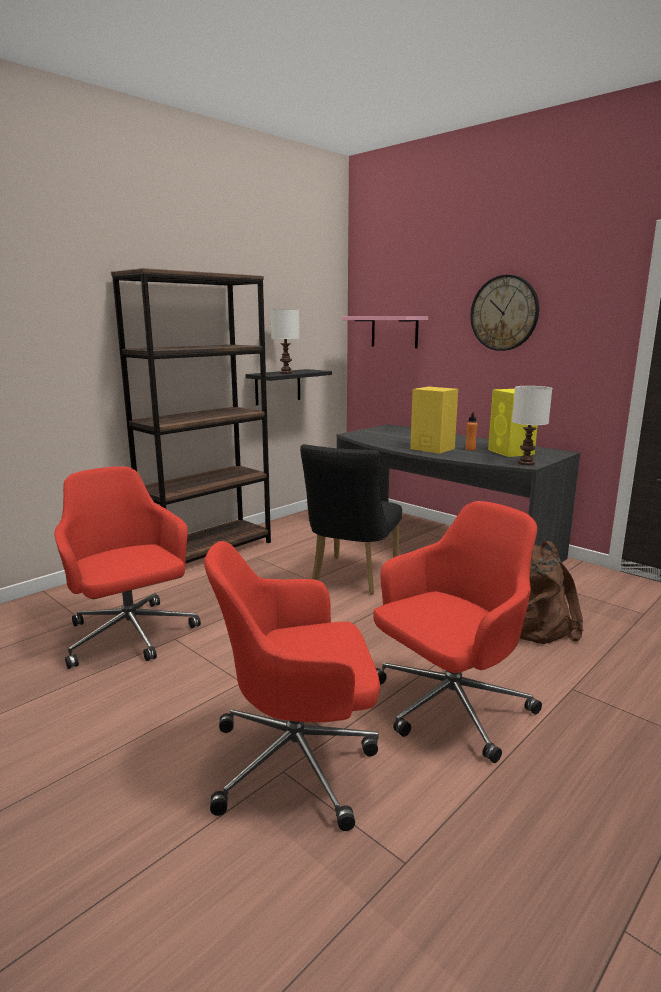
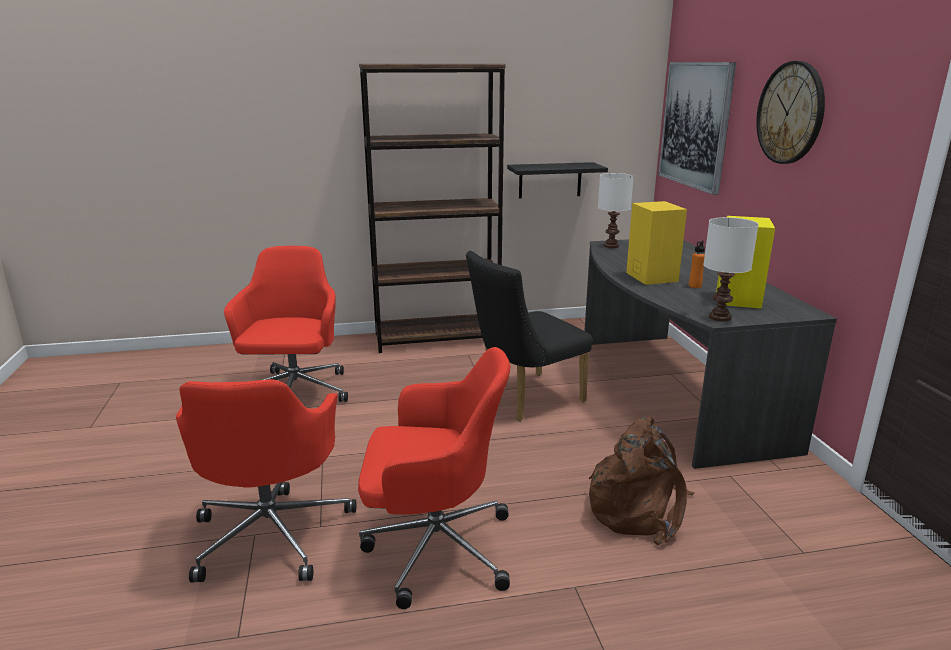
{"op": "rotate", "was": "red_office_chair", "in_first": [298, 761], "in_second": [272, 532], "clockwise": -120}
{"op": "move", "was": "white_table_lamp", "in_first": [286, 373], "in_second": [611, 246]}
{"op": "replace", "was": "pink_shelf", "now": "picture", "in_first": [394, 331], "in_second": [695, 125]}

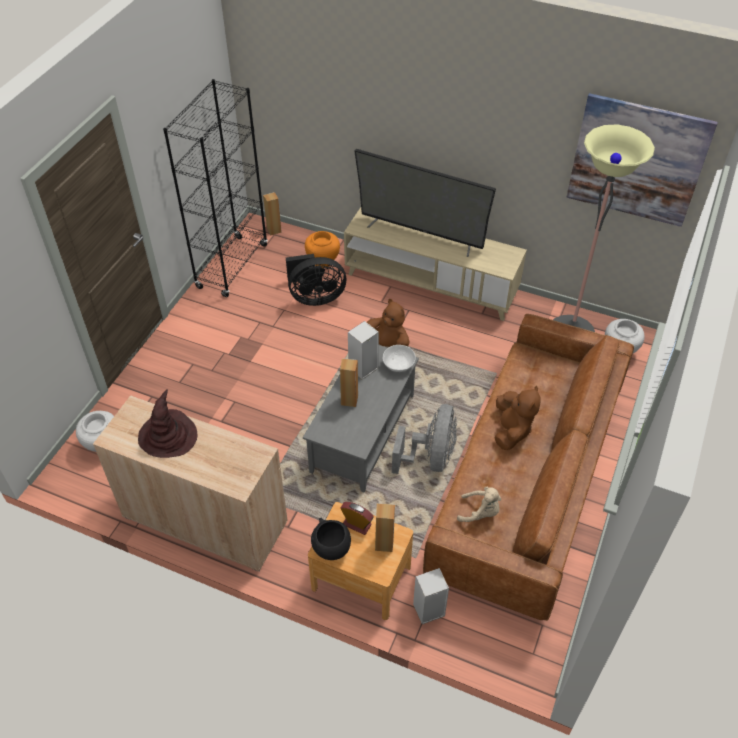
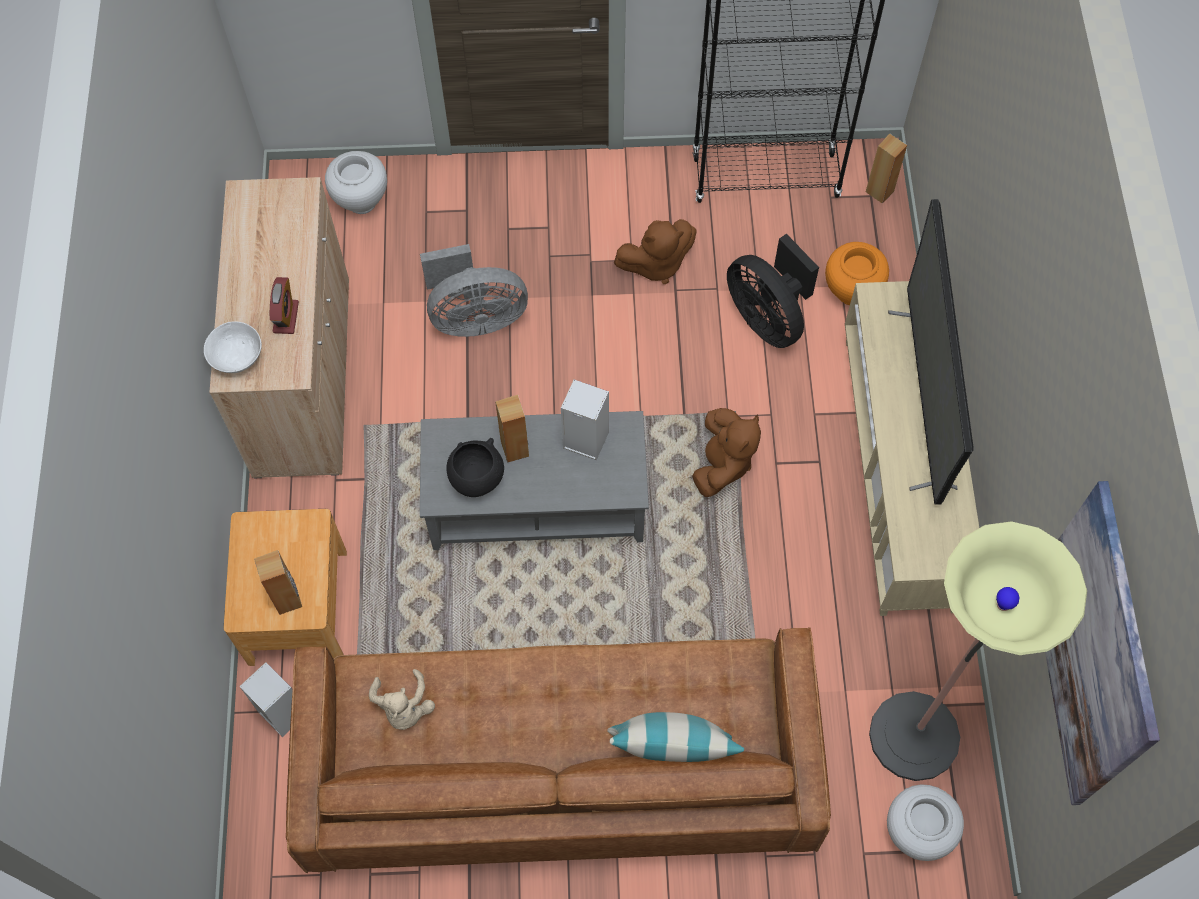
{"op": "delete", "was": "brown_hat", "in_first": [168, 436]}
{"op": "move", "was": "black_bowl", "in_first": [331, 549], "in_second": [476, 479]}
{"op": "move", "was": "alarm_clock", "in_first": [357, 524], "in_second": [286, 317]}
{"op": "move", "was": "white_bowl", "in_first": [399, 365], "in_second": [237, 357]}
{"op": "move", "was": "grey_fan", "in_first": [430, 458], "in_second": [475, 318]}
{"op": "move", "was": "brown_plush_toy", "in_first": [511, 430], "in_second": [655, 264]}
{"op": "insert", "now": "pillow", "in_second": [670, 752]}

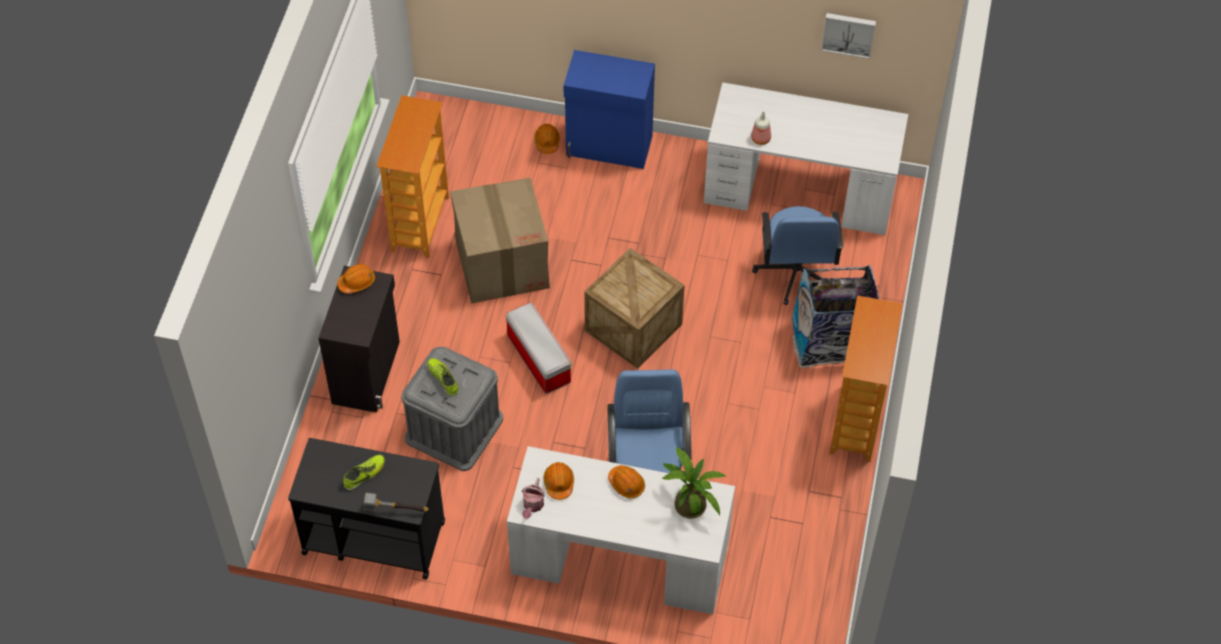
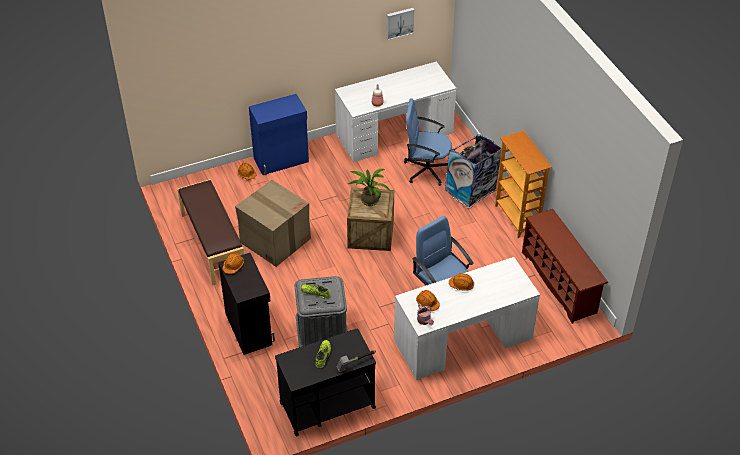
{"op": "replace", "was": "bookcase", "now": "brown_bench", "in_first": [419, 223], "in_second": [212, 244]}
{"op": "delete", "was": "storage_box", "in_first": [538, 358]}
{"op": "move", "was": "potted_plant", "in_first": [690, 502], "in_second": [368, 199]}
{"op": "rotate", "was": "blue_office_chair", "in_first": [795, 272], "in_second": [426, 170], "clockwise": 135}
{"op": "insert", "now": "brown_shoe_rack", "in_second": [560, 282]}

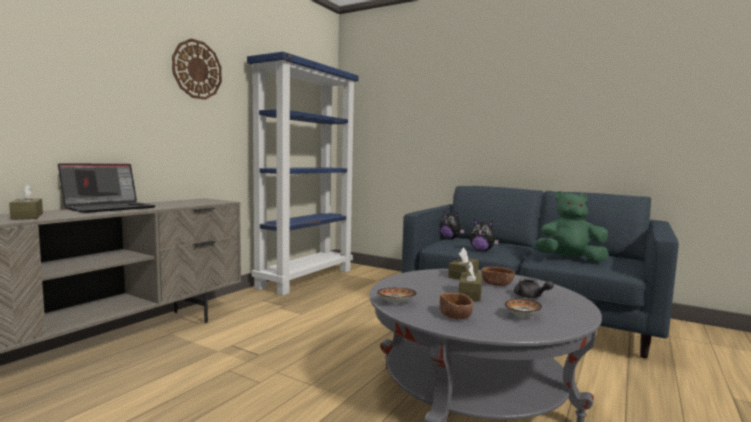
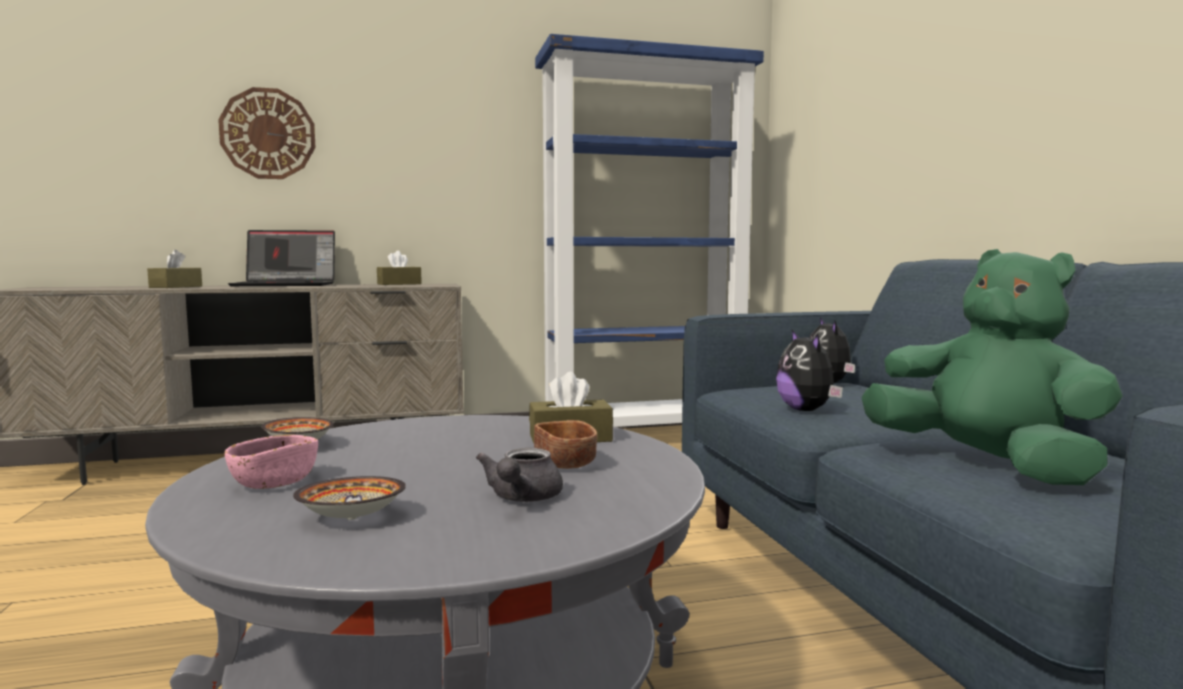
{"op": "move", "was": "wall_clock", "in_first": [197, 69], "in_second": [268, 134]}
{"op": "recolor", "was": "brown_bowl", "now": "pink_bowl", "in_first": [455, 316], "in_second": [274, 482]}
{"op": "move", "was": "brown_tissue_box", "in_first": [470, 294], "in_second": [399, 284]}

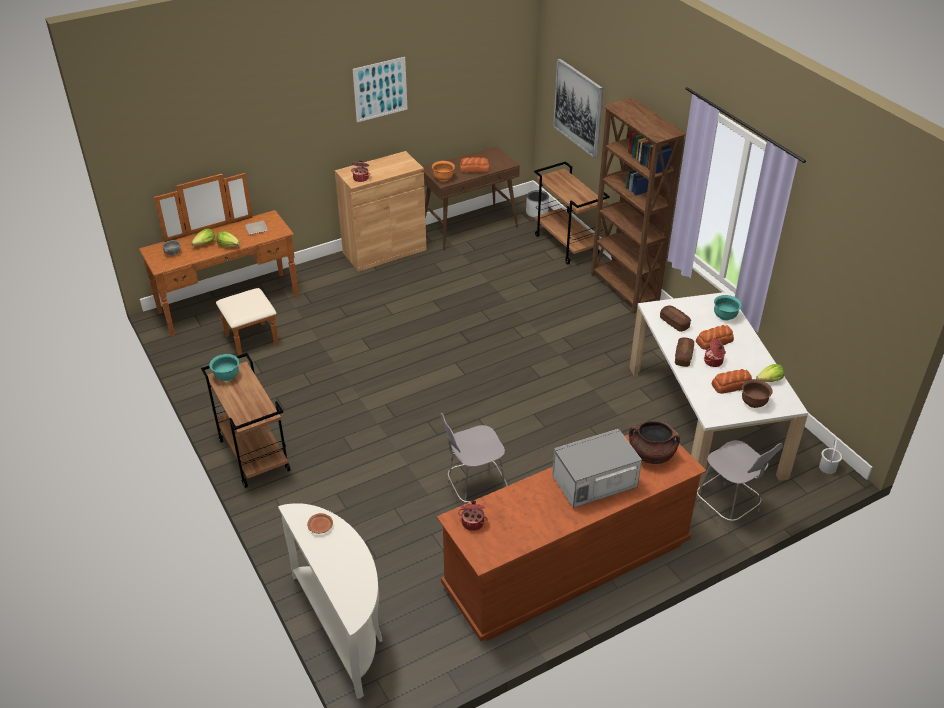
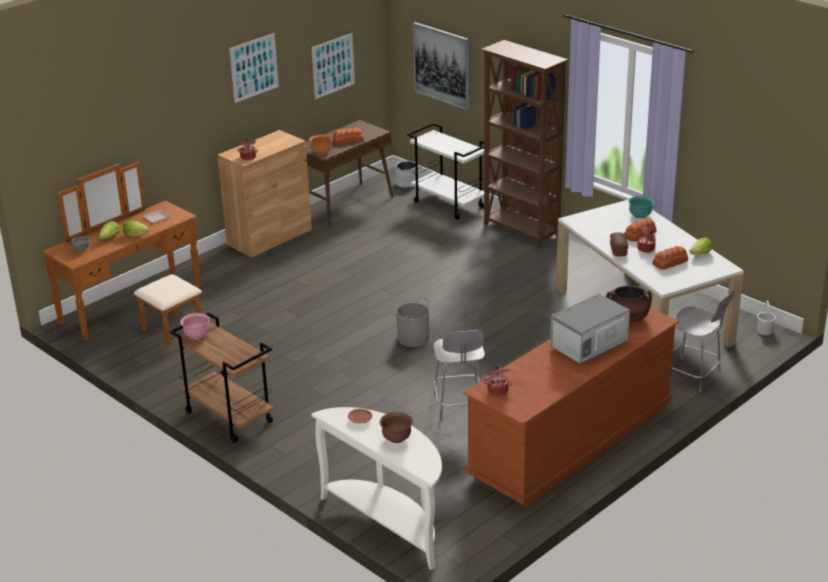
{"op": "recolor", "was": "turquoise_bowl", "now": "pink_bowl", "in_first": [227, 376], "in_second": [196, 335]}
{"op": "rotate", "was": "grey_chair", "in_first": [474, 492], "in_second": [459, 405], "clockwise": -60}
{"op": "recolor", "was": "brown_cart", "now": "white_cart", "in_first": [567, 245], "in_second": [449, 204]}
{"op": "delete", "was": "bread", "in_first": [674, 323]}
{"op": "move", "was": "brown_bowl", "in_first": [753, 403], "in_second": [396, 438]}
{"op": "insert", "now": "picture", "in_second": [333, 66]}
{"op": "insert", "now": "grey_bucket", "in_second": [413, 338]}

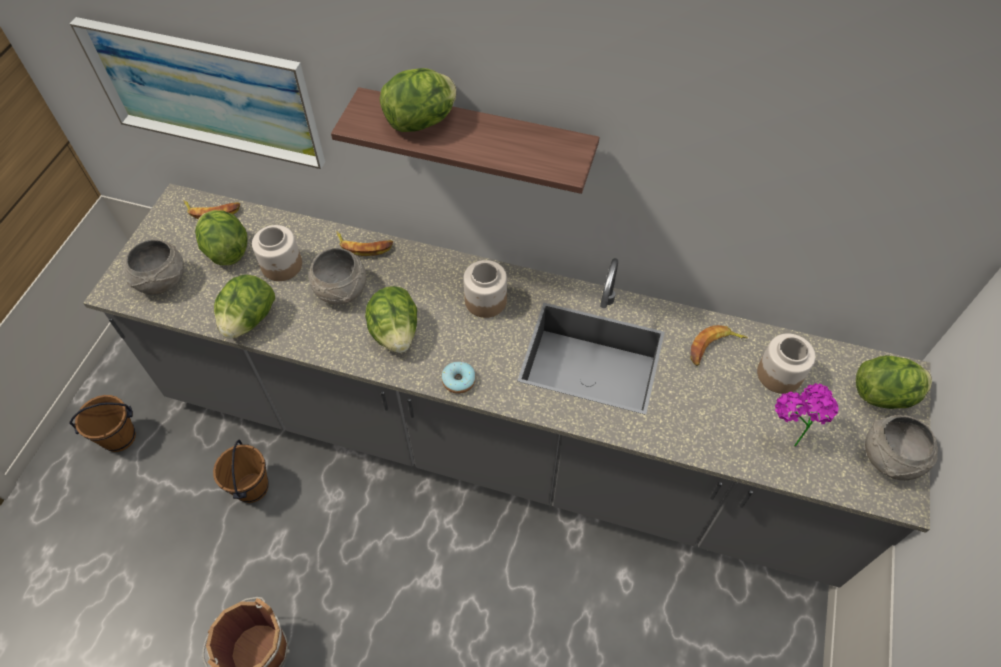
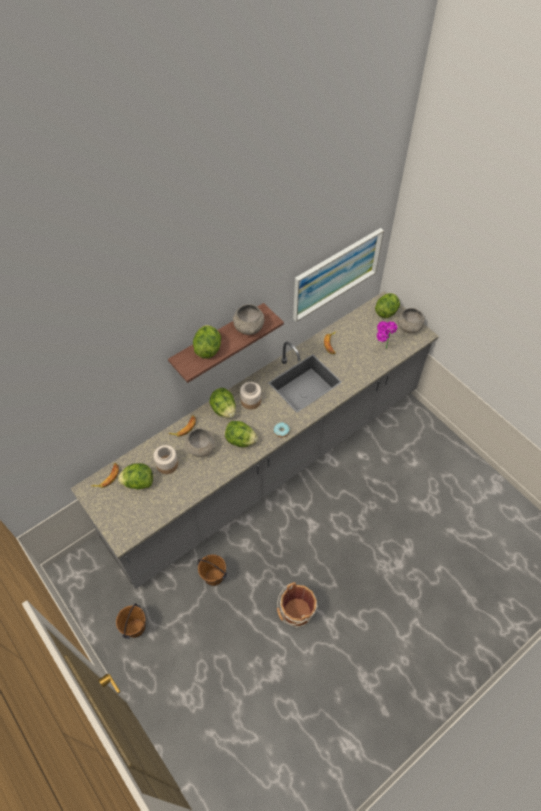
{"op": "move", "was": "picture", "in_first": [205, 92], "in_second": [336, 273]}
{"op": "move", "was": "grey_bowl", "in_first": [161, 281], "in_second": [249, 328]}
{"op": "move", "was": "lettuce", "in_first": [249, 320], "in_second": [224, 410]}
{"op": "delete", "was": "jar", "in_first": [779, 374]}

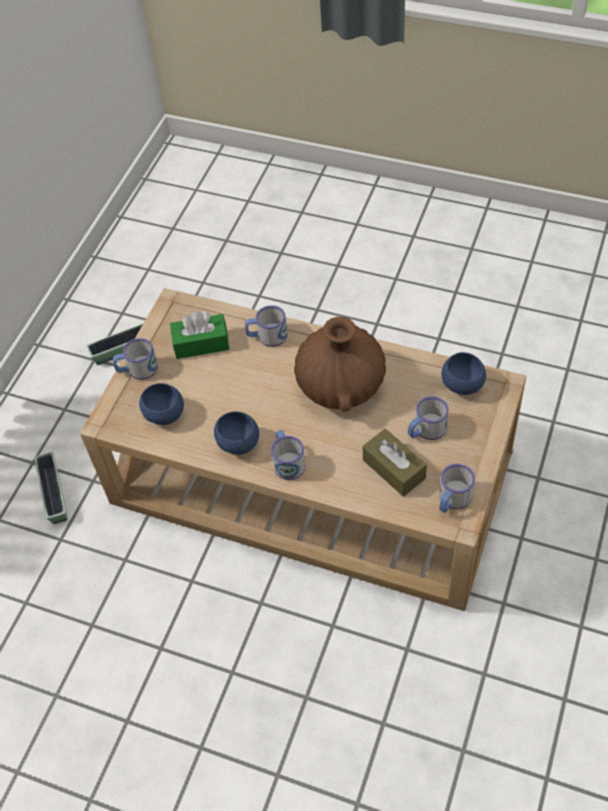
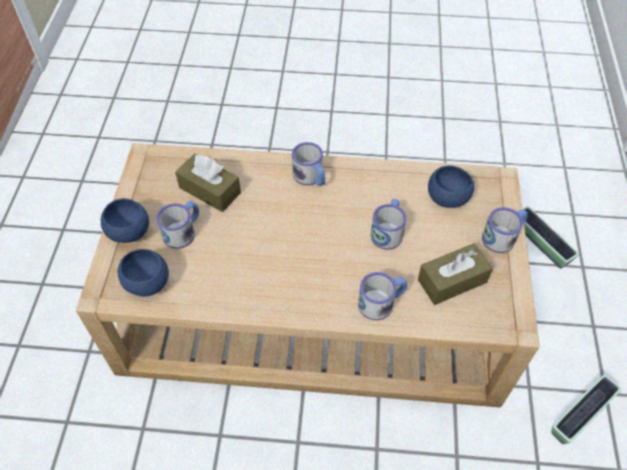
{"op": "recolor", "was": "green_tissue_box", "now": "brown_tissue_box", "in_first": [201, 343], "in_second": [452, 281]}
{"op": "move", "was": "blue_bowl", "in_first": [238, 443], "in_second": [129, 232]}
{"op": "delete", "was": "brown_vase", "in_first": [341, 385]}
{"op": "move", "was": "mug", "in_first": [452, 499], "in_second": [388, 231]}

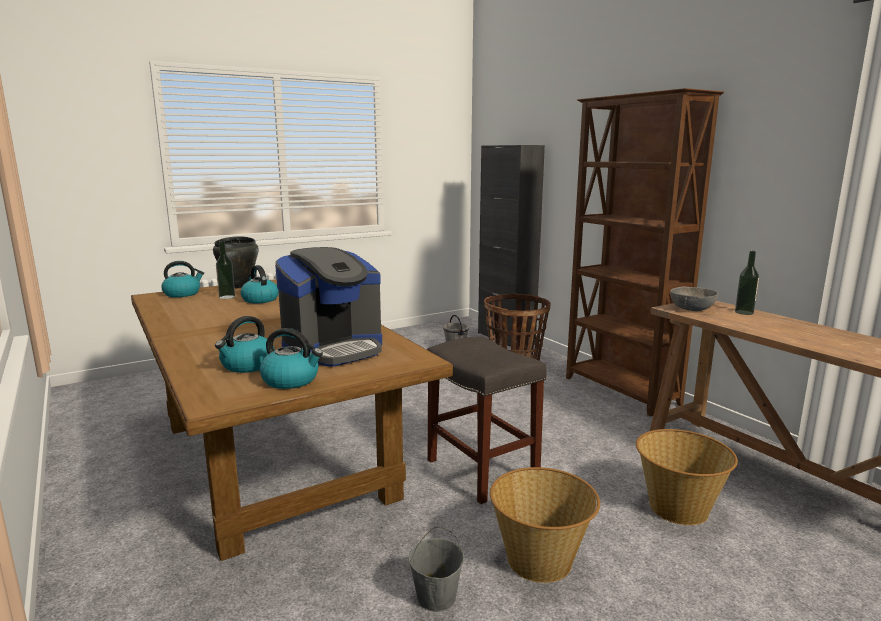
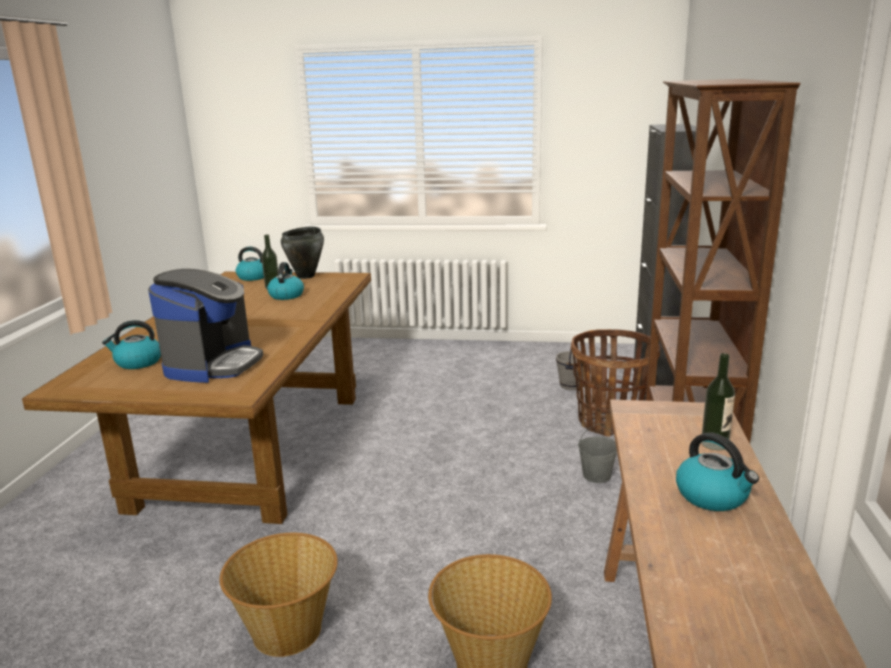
{"op": "move", "was": "kettle", "in_first": [291, 380], "in_second": [713, 496]}
{"op": "rotate", "was": "coffee_machine", "in_first": [334, 350], "in_second": [213, 364], "clockwise": -75}
{"op": "move", "was": "grey_bucket", "in_first": [436, 597], "in_second": [597, 475]}
{"op": "delete", "was": "grey_stool", "in_first": [483, 471]}
{"op": "delete", "was": "grey_bowl", "in_first": [692, 309]}

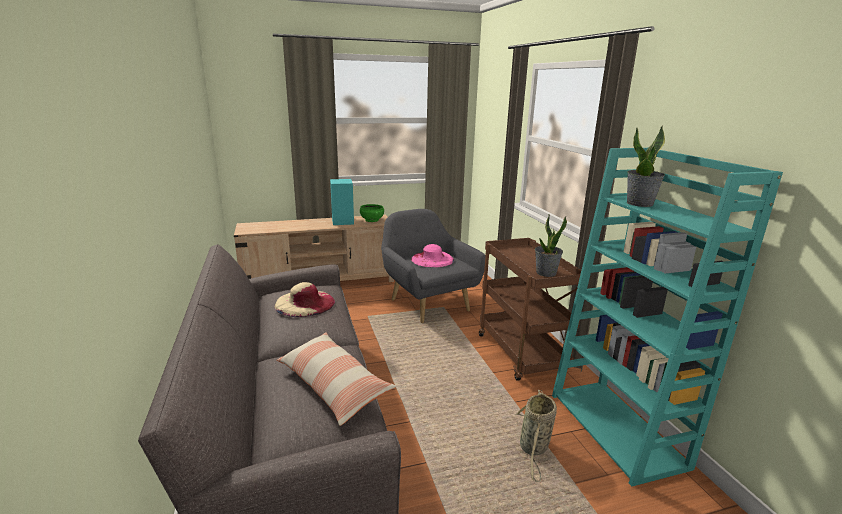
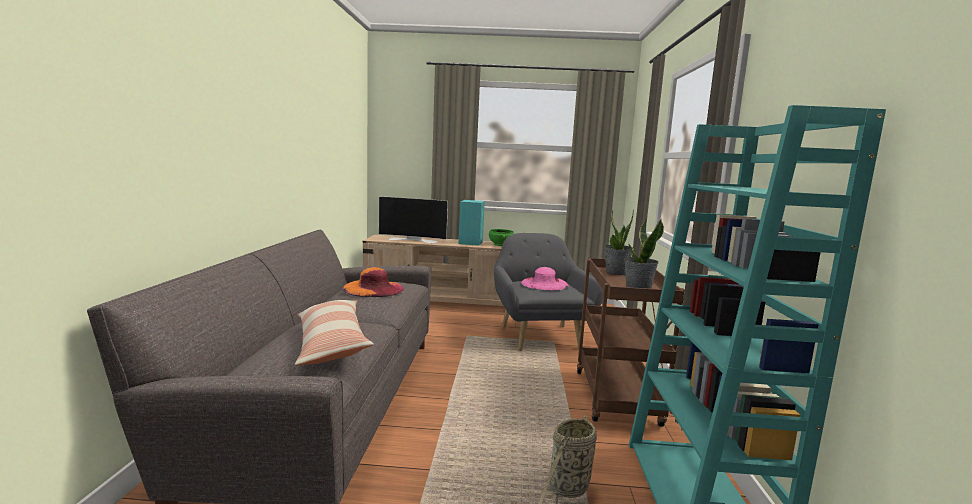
{"op": "recolor", "was": "beige_hat", "now": "orange_hat", "in_first": [304, 303], "in_second": [373, 288]}
{"op": "move", "was": "potted_plant", "in_first": [640, 204], "in_second": [616, 272]}
{"op": "insert", "now": "television", "in_second": [414, 240]}

